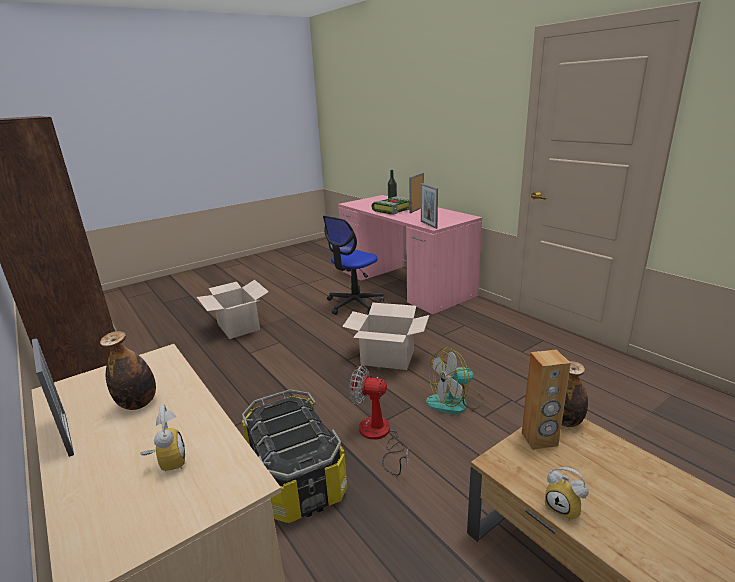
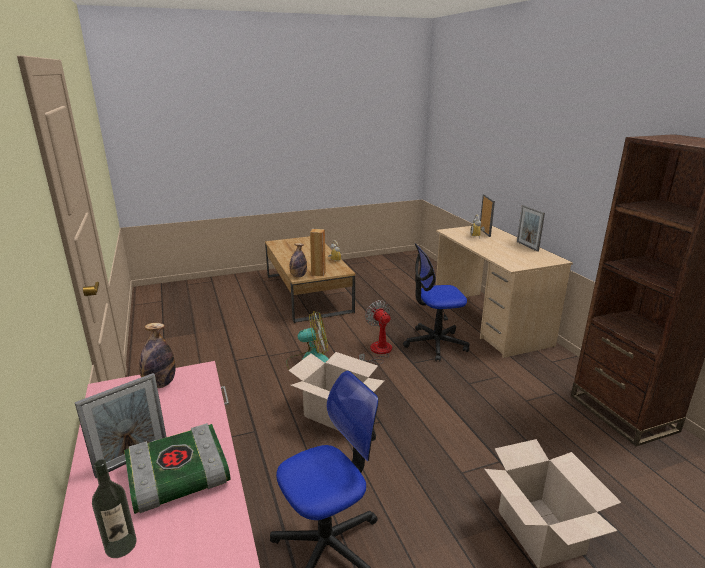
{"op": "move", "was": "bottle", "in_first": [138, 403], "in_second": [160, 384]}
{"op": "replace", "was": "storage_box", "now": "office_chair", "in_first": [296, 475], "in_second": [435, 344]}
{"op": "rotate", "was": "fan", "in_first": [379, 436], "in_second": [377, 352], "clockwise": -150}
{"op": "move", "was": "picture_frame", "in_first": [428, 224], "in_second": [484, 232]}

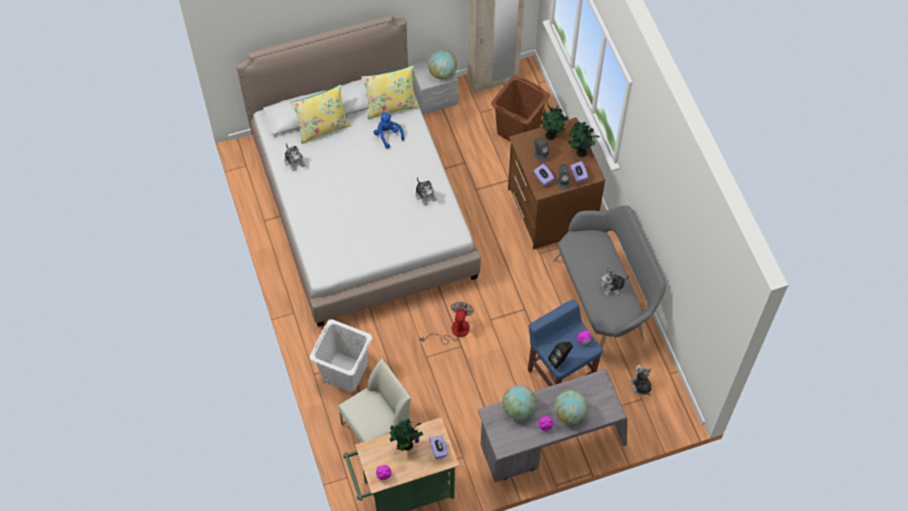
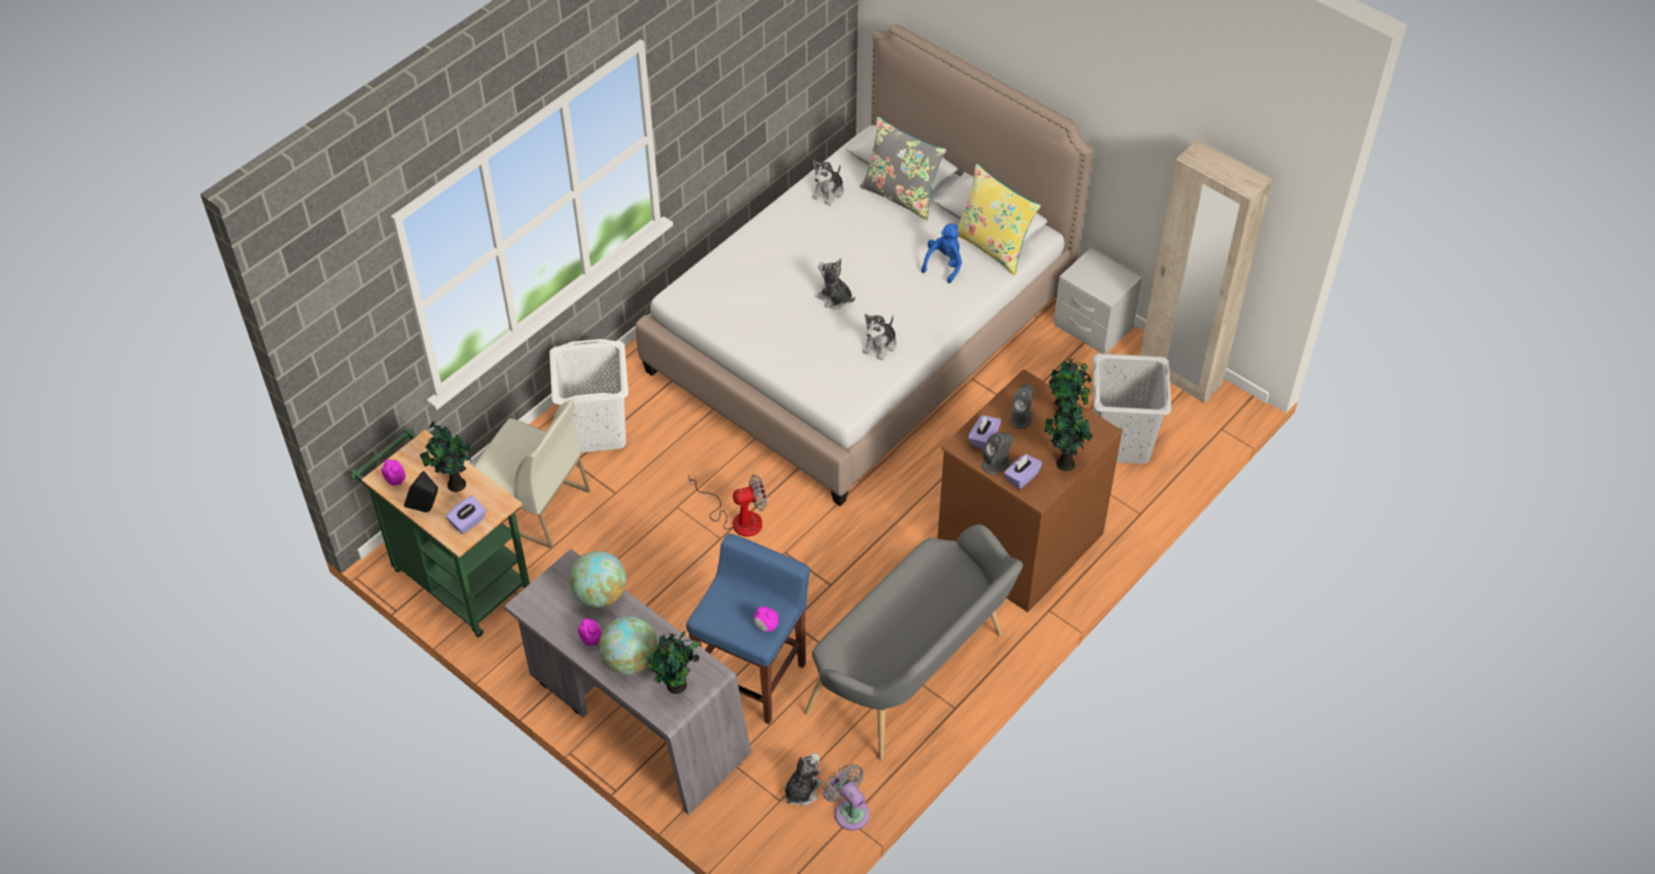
{"op": "recolor", "was": "yellow_pillow", "now": "grey_pillow", "in_first": [322, 128], "in_second": [901, 195]}
{"op": "delete", "was": "globe", "in_first": [442, 73]}
{"op": "recolor", "was": "brown_laundry_basket", "now": "grey_laundry_basket", "in_first": [518, 130], "in_second": [1121, 442]}
{"op": "move", "was": "black_speaker", "in_first": [560, 360], "in_second": [426, 510]}
{"op": "move", "was": "plush_toy", "in_first": [612, 286], "in_second": [834, 298]}
{"op": "insert", "now": "potted_plant", "in_second": [676, 687]}
{"op": "insert", "now": "grey_fan", "in_second": [849, 811]}

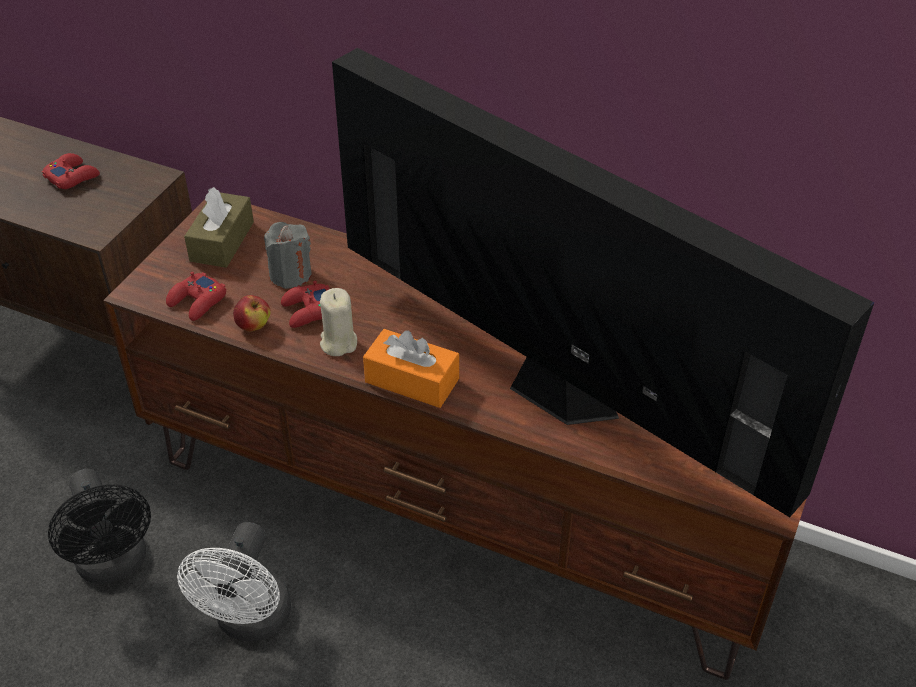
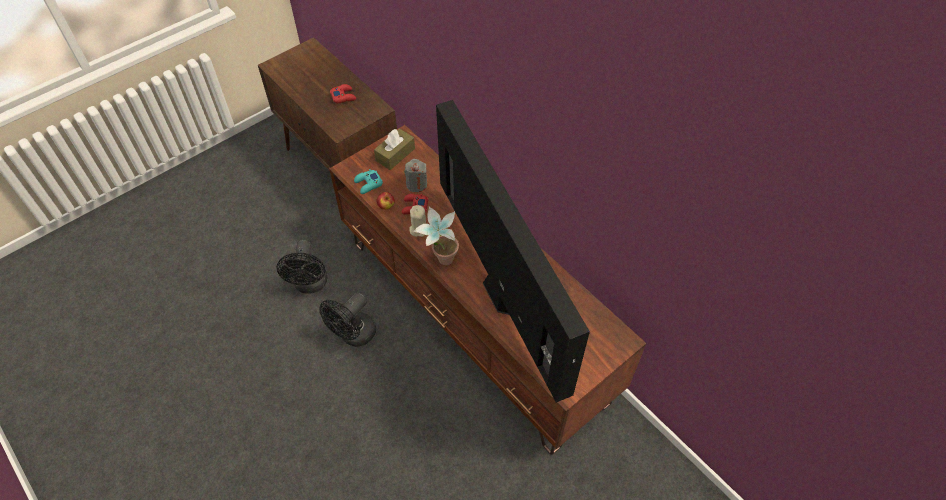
{"op": "recolor", "was": "red_game_controller", "now": "turquoise_game_controller", "in_first": [197, 302], "in_second": [368, 184]}
{"op": "recolor", "was": "white_fan", "now": "black_fan", "in_first": [250, 622], "in_second": [353, 336]}
{"op": "replace", "was": "orange_tissue_box", "now": "potted_plant", "in_first": [412, 380], "in_second": [440, 261]}

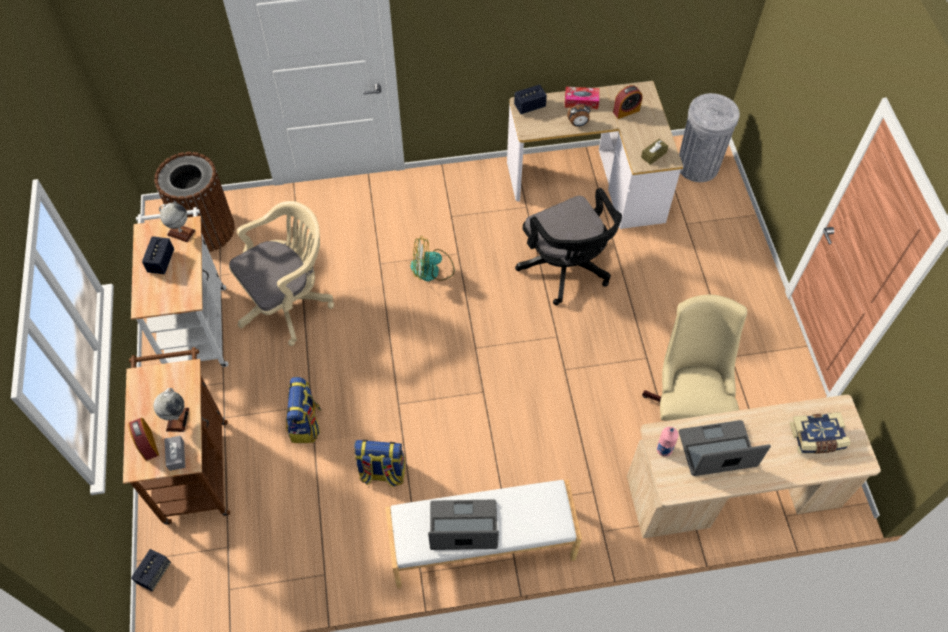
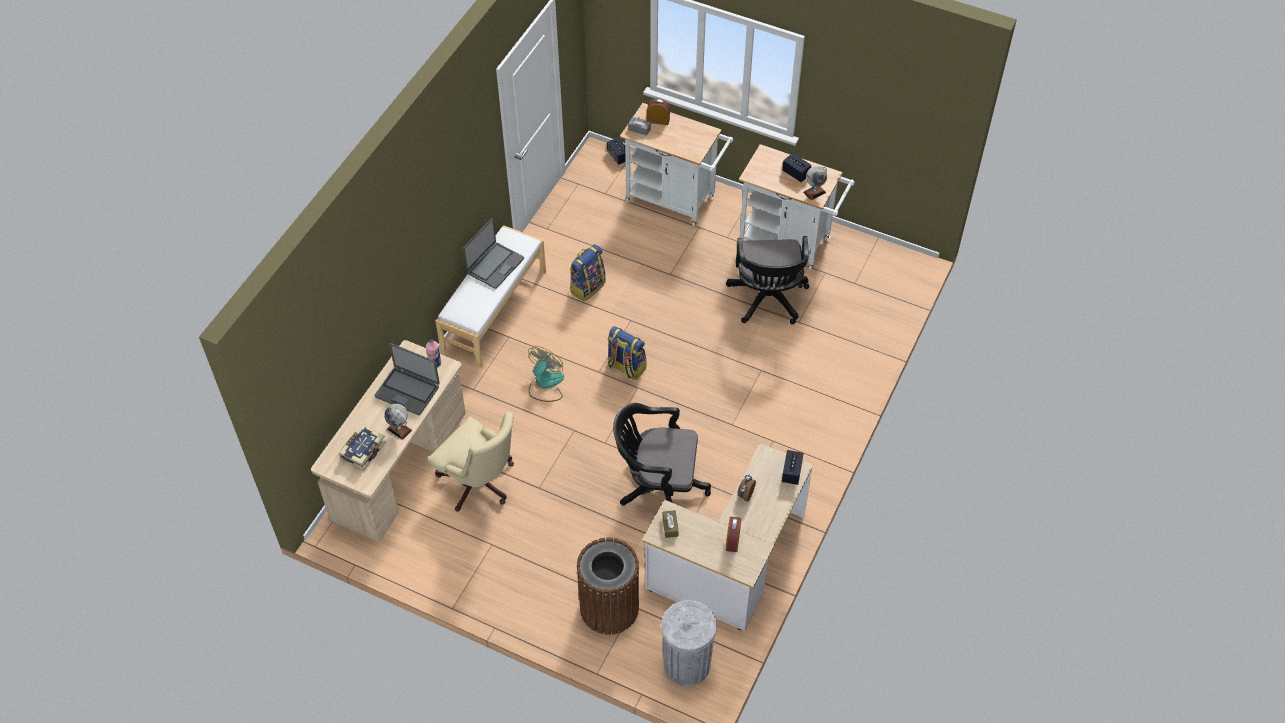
{"op": "recolor", "was": "brown_cart", "now": "white_cart", "in_first": [196, 464], "in_second": [675, 200]}
{"op": "move", "was": "brown_trash_can", "in_first": [206, 230], "in_second": [609, 608]}
{"op": "move", "was": "globe", "in_first": [177, 419], "in_second": [399, 429]}
{"op": "recolor", "was": "beige_office_chair", "now": "black_office_chair", "in_first": [289, 302], "in_second": [768, 300]}
{"op": "move", "was": "backpack", "in_first": [306, 424], "in_second": [626, 367]}
{"op": "move", "was": "fan", "in_first": [432, 269], "in_second": [545, 384]}
{"op": "delete", "was": "tissue_box", "in_first": [581, 102]}
{"op": "rotate", "was": "laptop", "in_first": [717, 450], "in_second": [408, 391], "clockwise": 90}

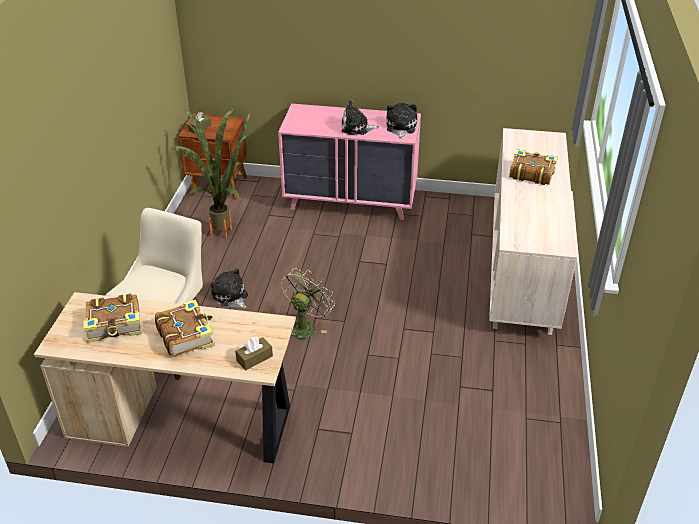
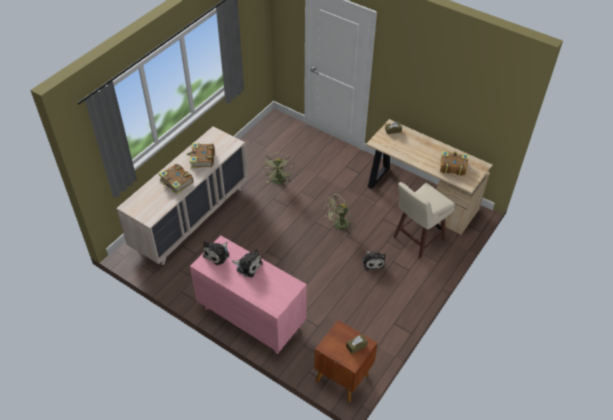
{"op": "move", "was": "book", "in_first": [186, 335], "in_second": [202, 159]}
{"op": "delete", "was": "potted_plant", "in_first": [225, 229]}
{"op": "insert", "now": "green_fan", "in_second": [279, 181]}

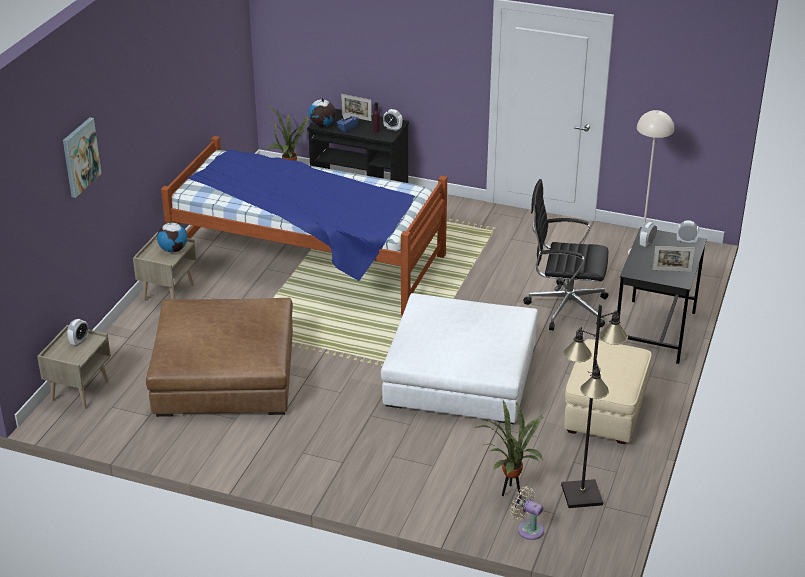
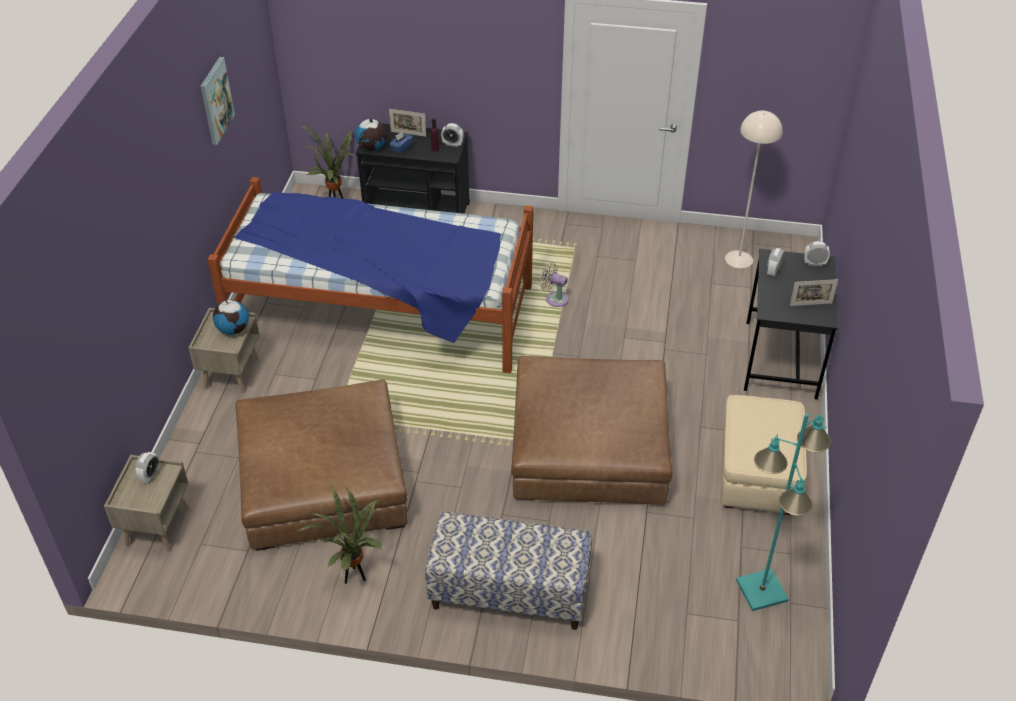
{"op": "move", "was": "picture", "in_first": [80, 157], "in_second": [215, 100]}
{"op": "recolor", "was": "white_ottoman", "now": "brown_ottoman", "in_first": [460, 377], "in_second": [589, 448]}
{"op": "move", "was": "potted_plant", "in_first": [509, 492], "in_second": [353, 577]}
{"op": "move", "was": "beige_fan", "in_first": [528, 529], "in_second": [554, 298]}
{"op": "delete", "was": "black_office_chair", "in_first": [564, 307]}
{"op": "recolor", "was": "black_floor_lamp", "now": "turquoise_floor_lamp", "in_first": [582, 495], "in_second": [762, 591]}
{"op": "insert", "now": "bench", "in_second": [509, 593]}

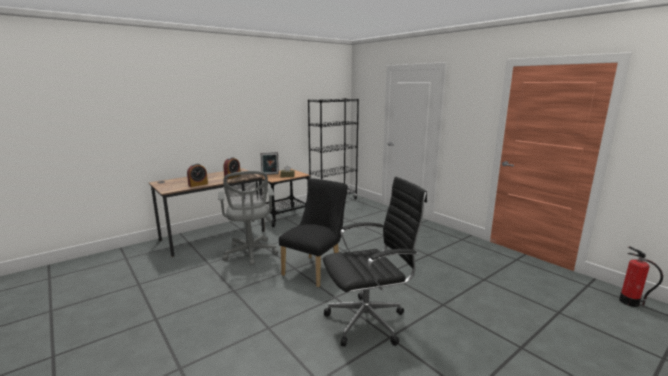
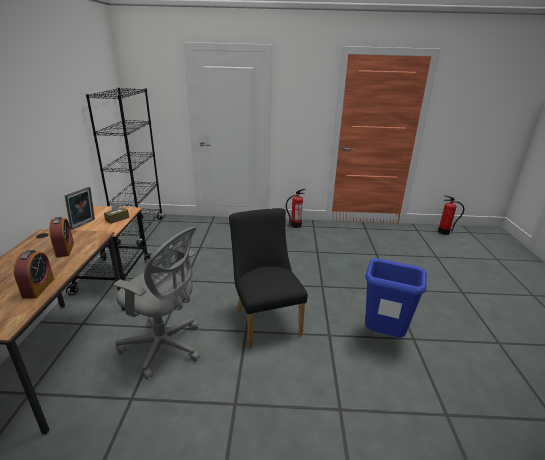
{"op": "replace", "was": "black_office_chair", "now": "blue_trash_can", "in_first": [369, 321], "in_second": [383, 336]}
{"op": "insert", "now": "fire_extinguisher", "in_second": [296, 225]}

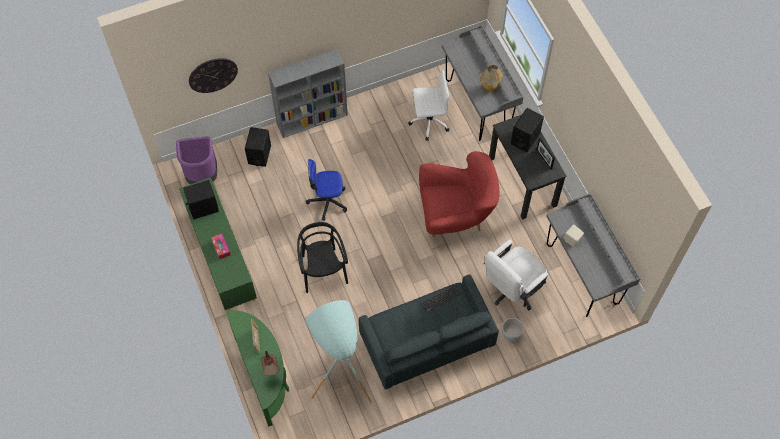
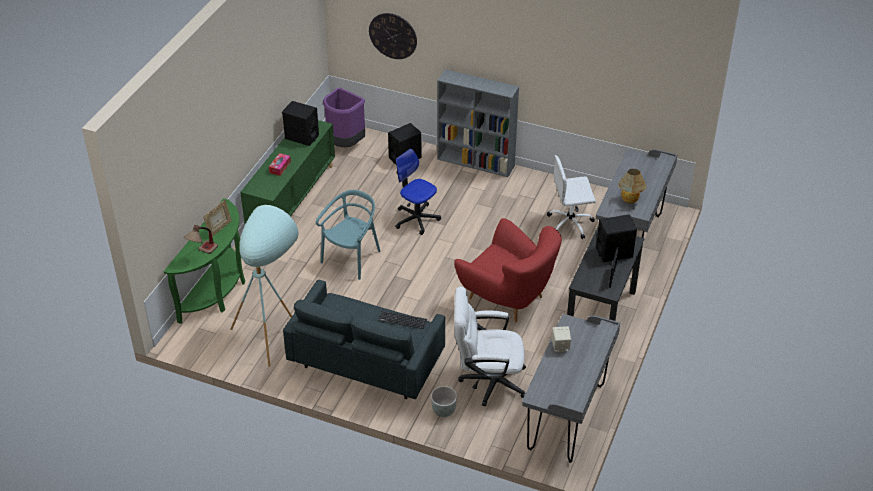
{"op": "recolor", "was": "black_chair", "now": "turquoise_chair", "in_first": [323, 271], "in_second": [352, 258]}
{"op": "rotate", "was": "white_office_chair", "in_first": [428, 121], "in_second": [571, 223], "clockwise": 135}

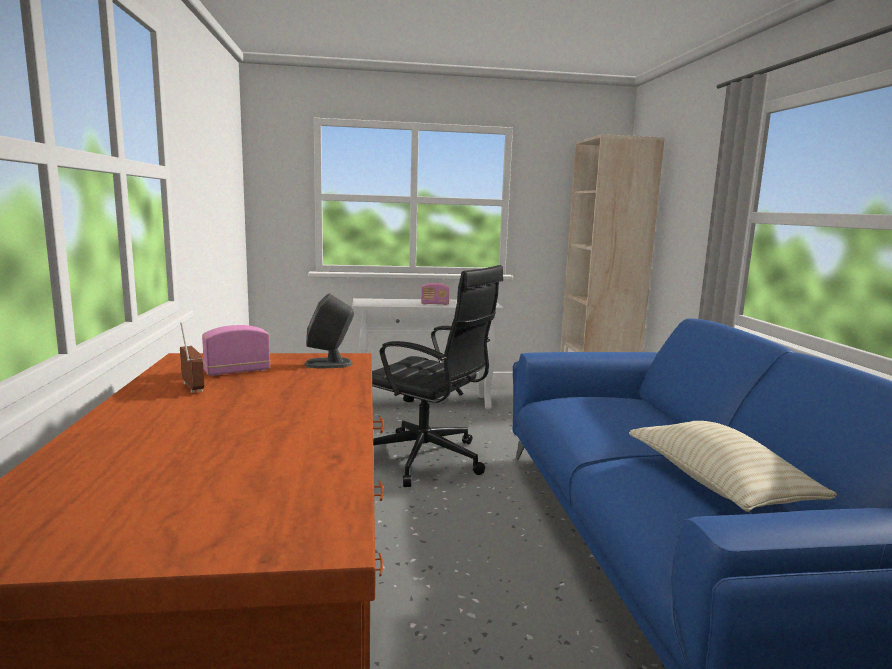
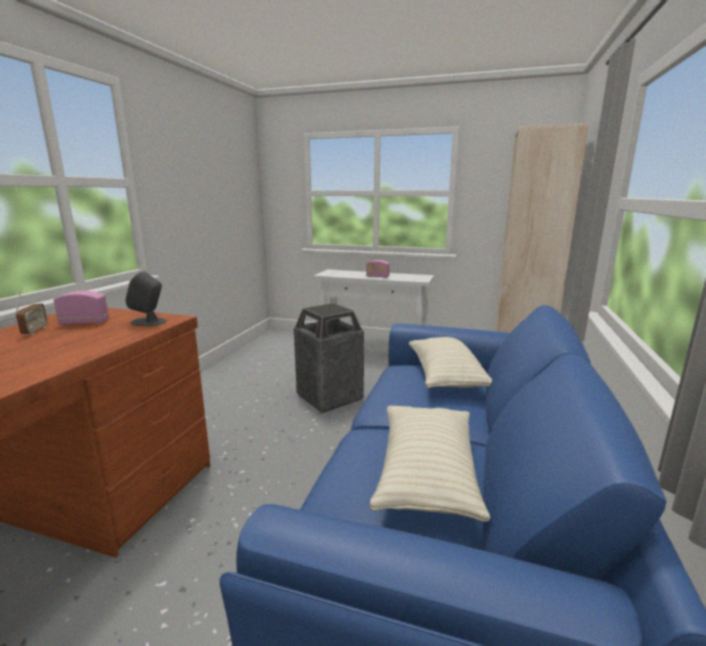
{"op": "replace", "was": "black_office_chair", "now": "trash_can", "in_first": [427, 460], "in_second": [329, 397]}
{"op": "insert", "now": "beige_pillow", "in_second": [446, 376]}

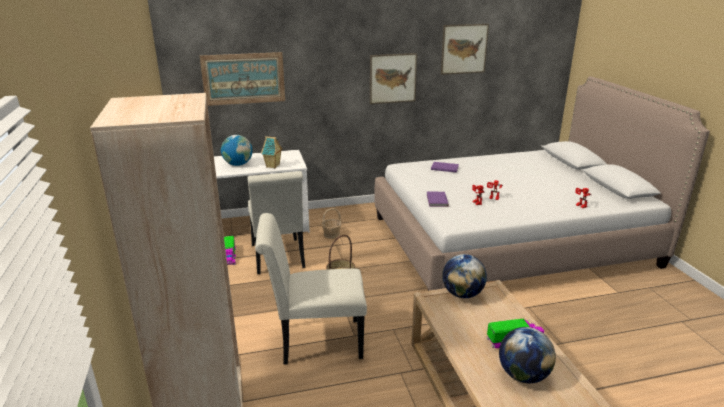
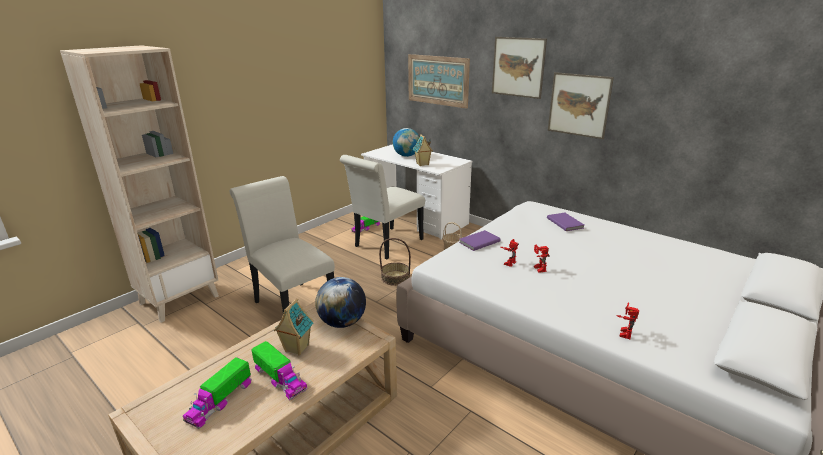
{"op": "move", "was": "picture", "in_first": [464, 49], "in_second": [518, 67]}
{"op": "replace", "was": "globe", "now": "toy_truck", "in_first": [523, 375], "in_second": [220, 401]}
{"op": "insert", "now": "toy_house", "in_second": [296, 348]}

